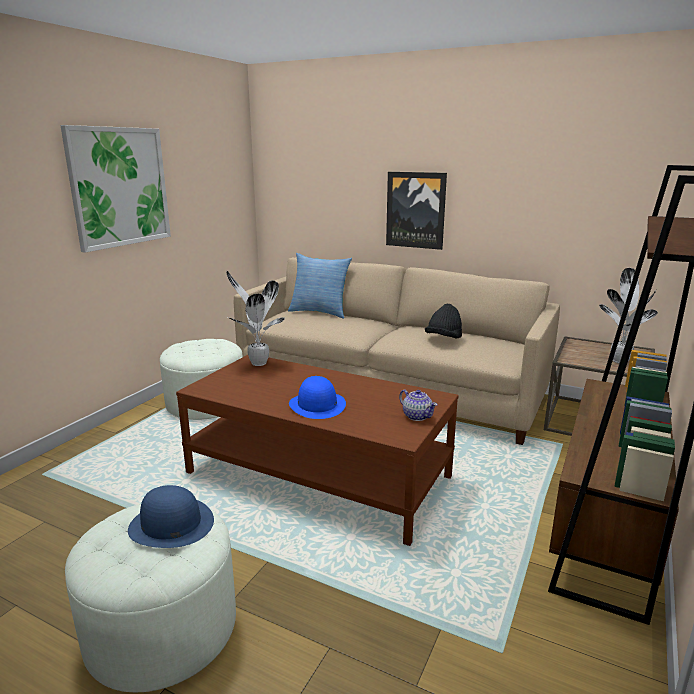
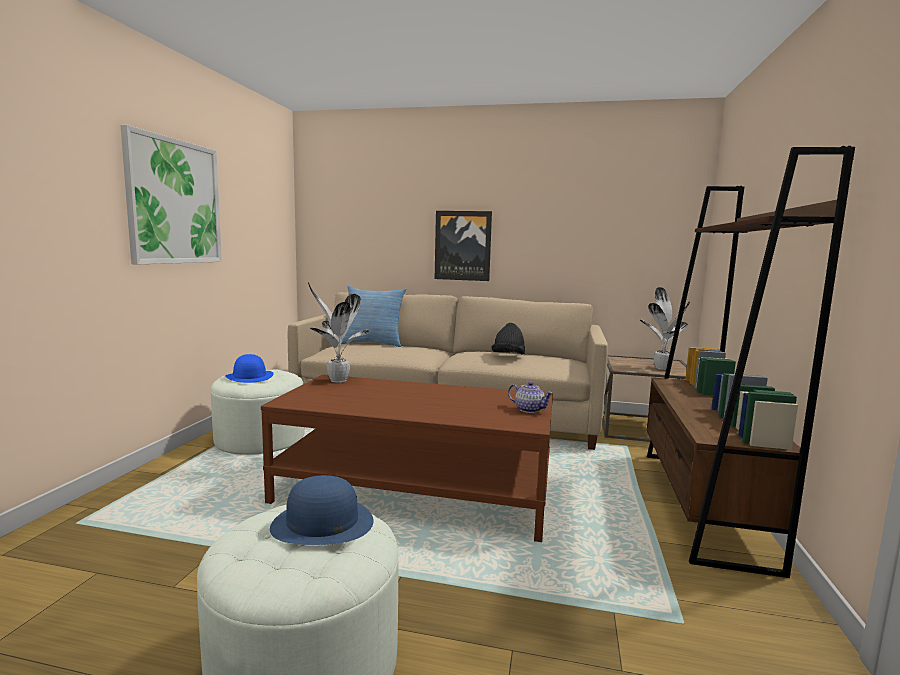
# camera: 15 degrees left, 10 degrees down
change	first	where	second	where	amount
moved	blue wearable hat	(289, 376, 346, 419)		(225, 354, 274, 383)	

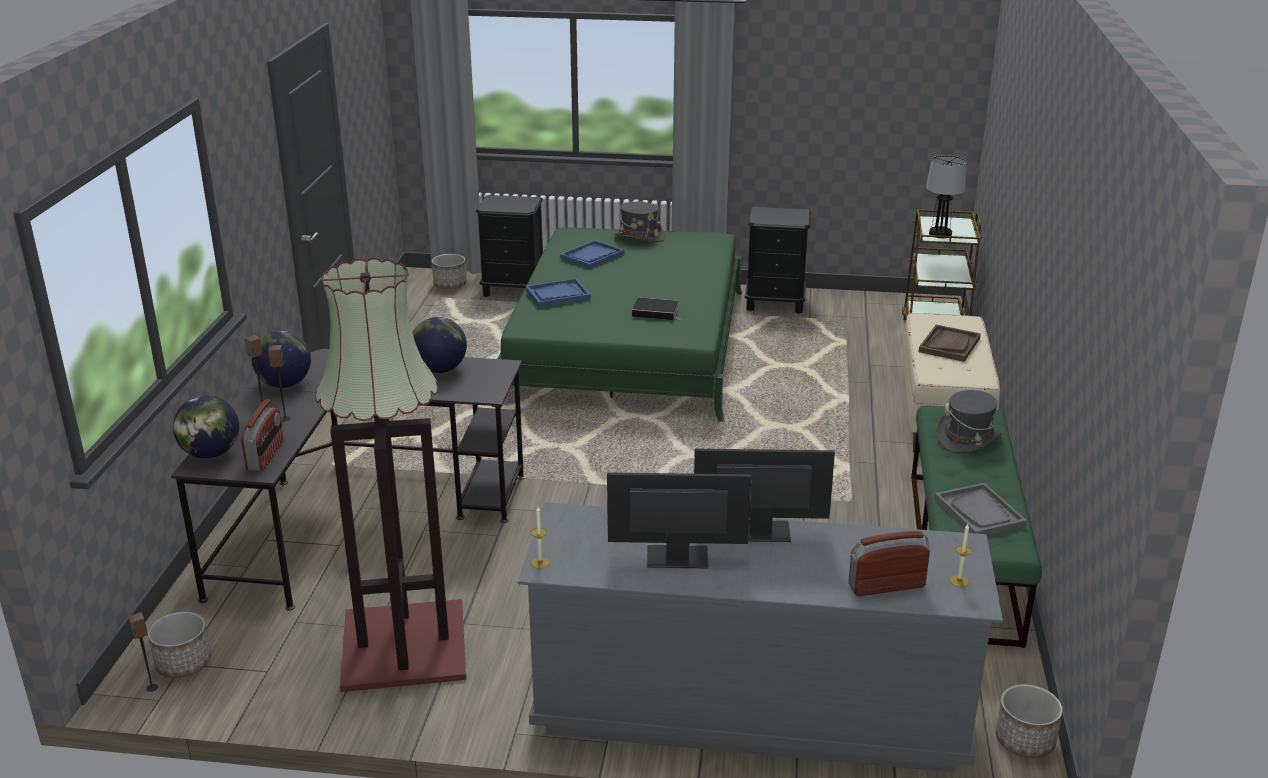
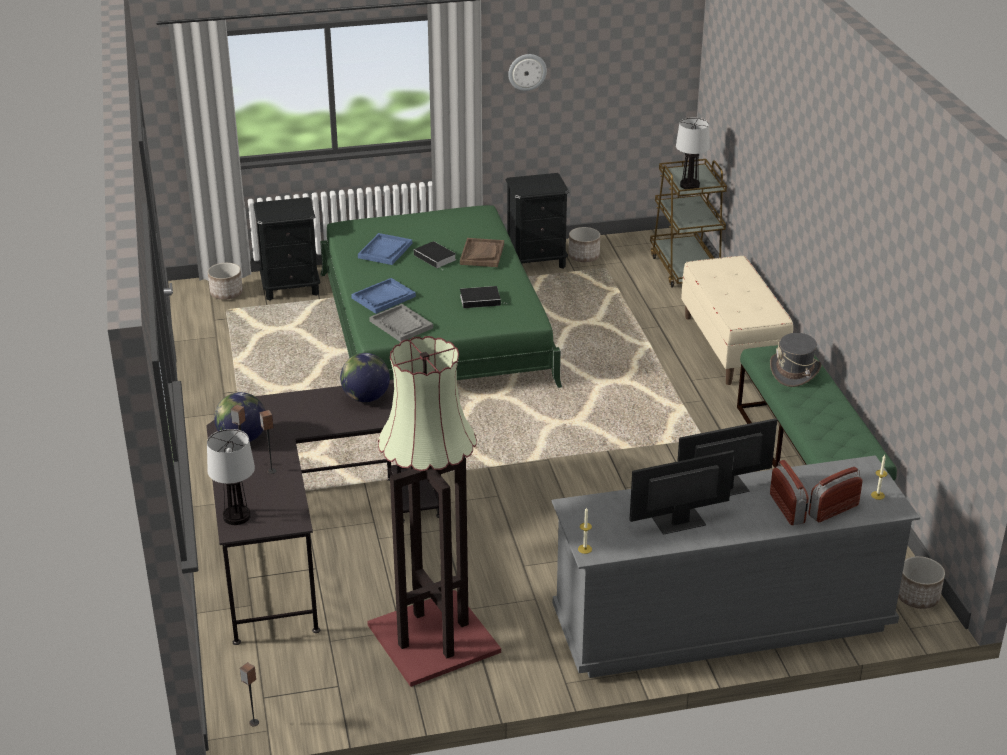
# camera: 20 degrees left, 5 degrees up
change	first	where	second	where	amount
moved	flower pot	(148, 612, 211, 678)		(568, 227, 600, 262)	
replaced	world globe	(173, 395, 239, 458)	lamp for a table	(207, 429, 255, 525)	
moved	radio set	(241, 399, 284, 471)		(770, 460, 809, 525)	
removed	gray wearable hat	(614, 202, 665, 242)			
moved	brown tray	(919, 324, 981, 362)		(460, 238, 504, 267)	
moved	gray tray	(934, 483, 1027, 535)		(369, 304, 433, 342)	
added			volume	(414, 241, 456, 270)	
added			hanging clock	(508, 54, 547, 91)	

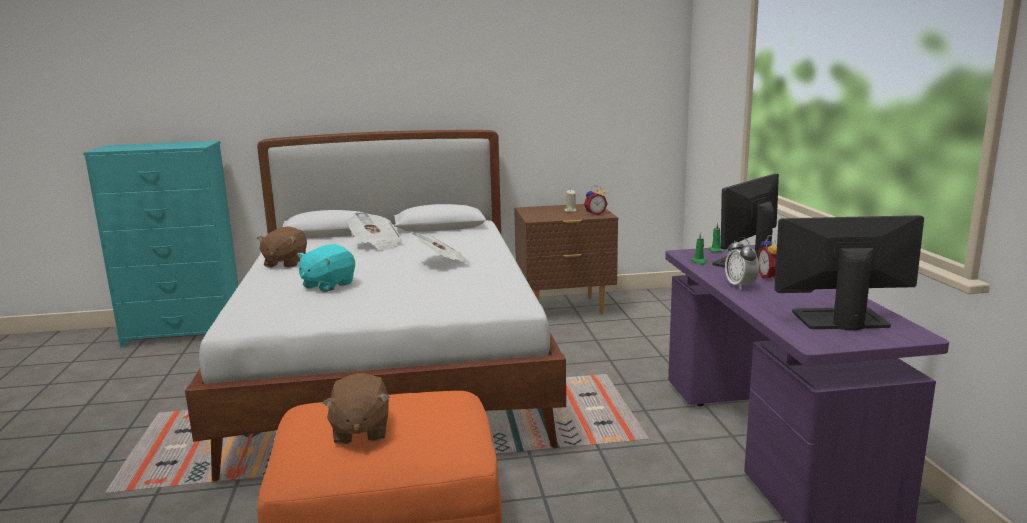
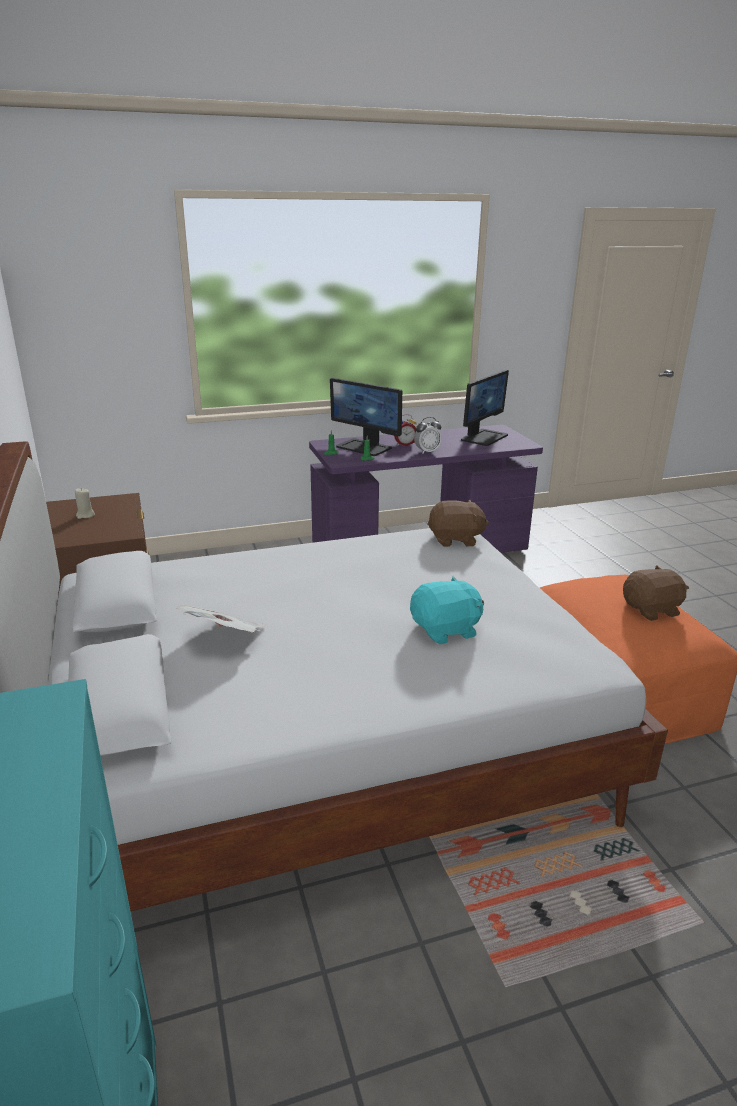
# camera: 100 degrees left, 10 degrees up
change	first	where	second	where	amount
moved	brown plush toy	(257, 226, 307, 268)		(427, 500, 489, 547)	
turned	blue-green plush toy	(297, 244, 355, 292)		(410, 576, 484, 644)	45 degrees counterclockwise
removed	printed paper	(410, 232, 472, 264)			
removed	bedside clock	(584, 185, 608, 215)			
turned	computer display	(774, 215, 924, 330)		(461, 370, 509, 446)	135 degrees counterclockwise

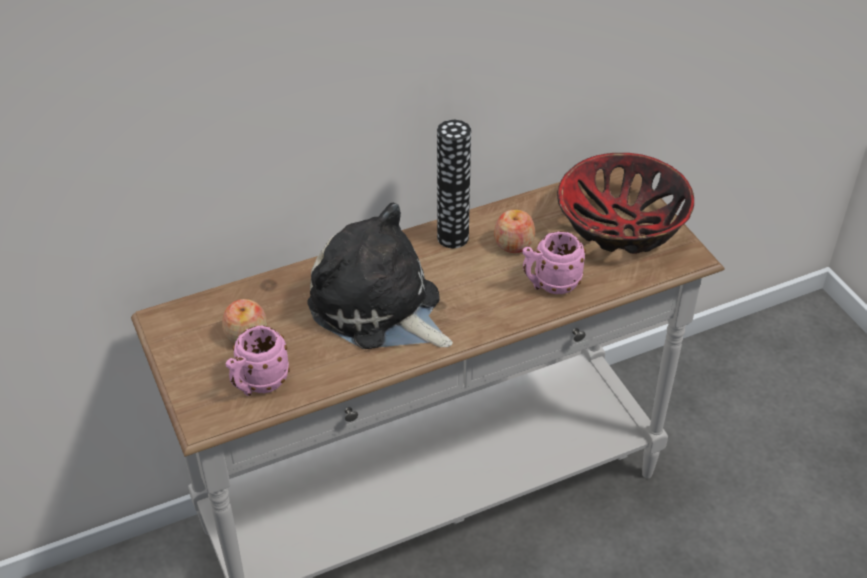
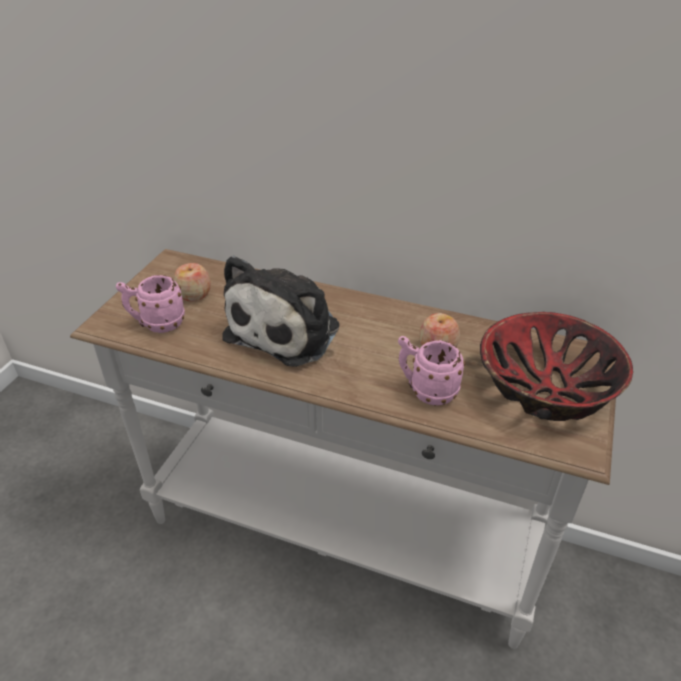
# camera: 45 degrees right, 5 degrees down
change	first	where	second	where	amount
turned	plush toy	(307, 203, 453, 349)		(222, 255, 339, 367)	150 degrees counterclockwise
removed	vase	(437, 120, 471, 248)			

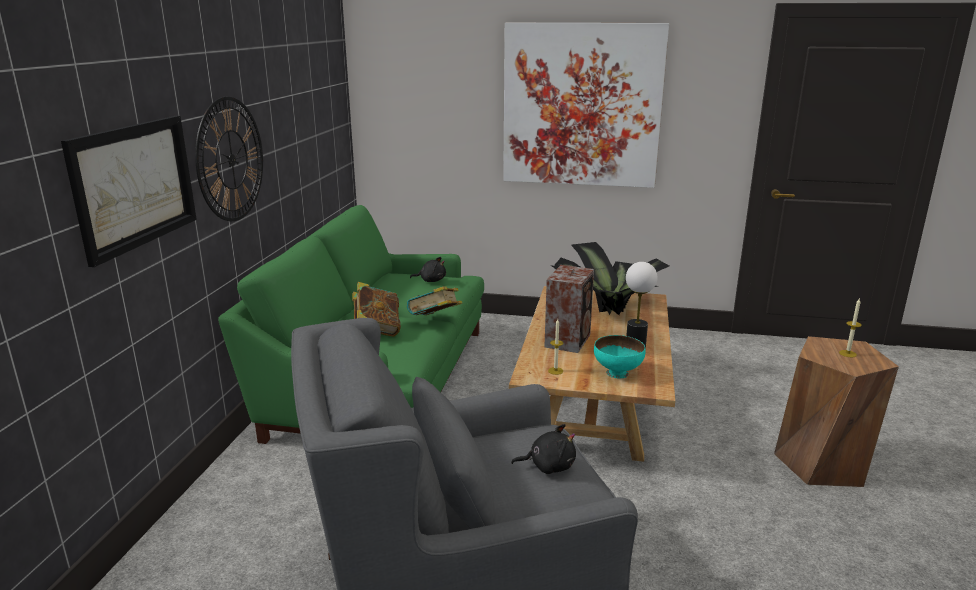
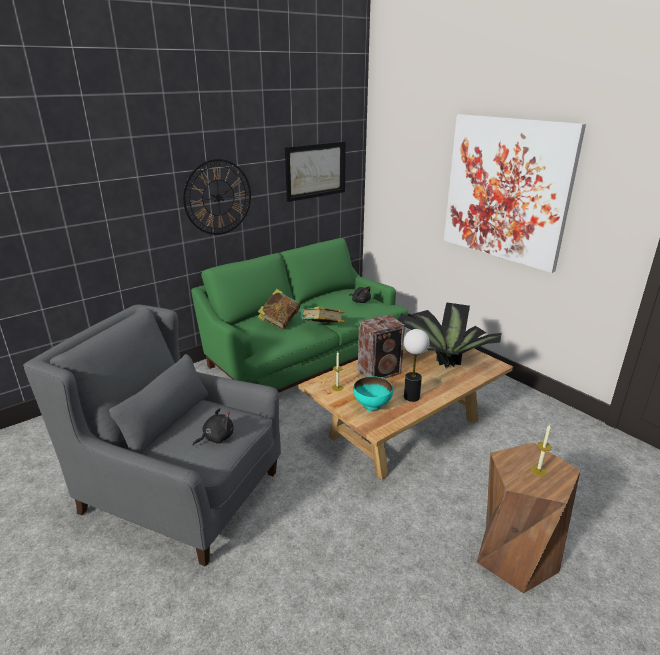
# camera: 40 degrees right, 5 degrees up
change	first	where	second	where	amount
moved	picture	(61, 116, 197, 267)		(285, 141, 346, 202)	
turned	black-coloured plush toy	(511, 424, 576, 474)		(192, 408, 234, 446)	75 degrees counterclockwise

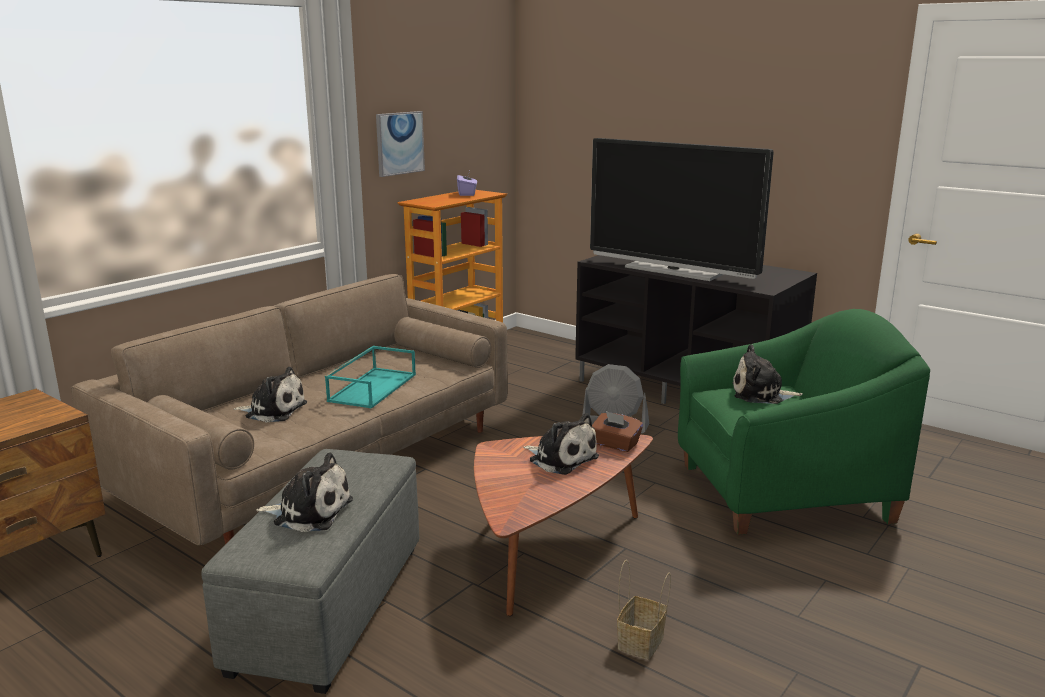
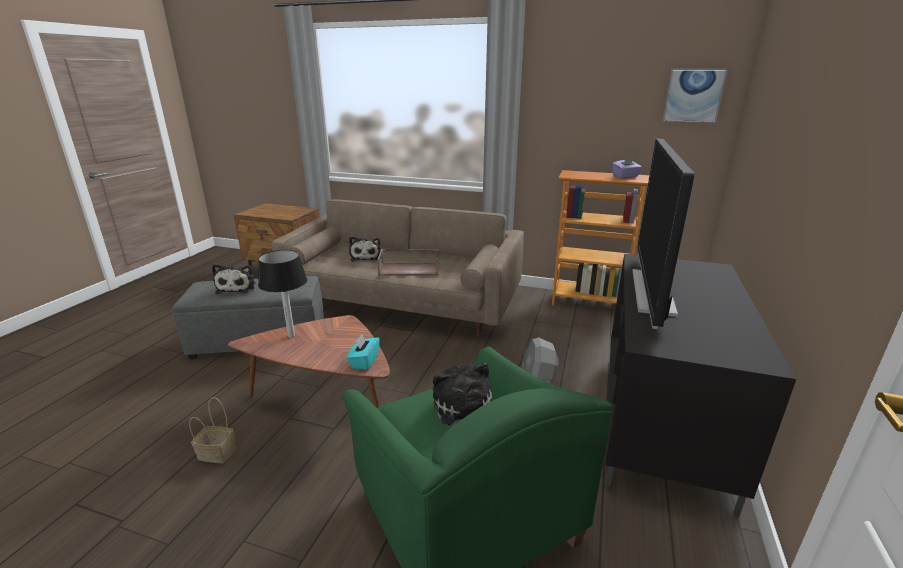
# camera: 70 degrees right, 5 degrees up
change	first	where	second	where	amount
recoloured	blue-green tray	(325, 346, 416, 409)	brown tray	(377, 249, 439, 276)	
moved	picture	(376, 111, 425, 177)		(662, 69, 727, 123)	
removed	plush toy	(523, 413, 599, 475)			
recoloured	brown tissue holder	(592, 411, 643, 452)	blue-green tissue holder	(346, 334, 380, 370)	
added			lamp for a table	(258, 250, 307, 338)	

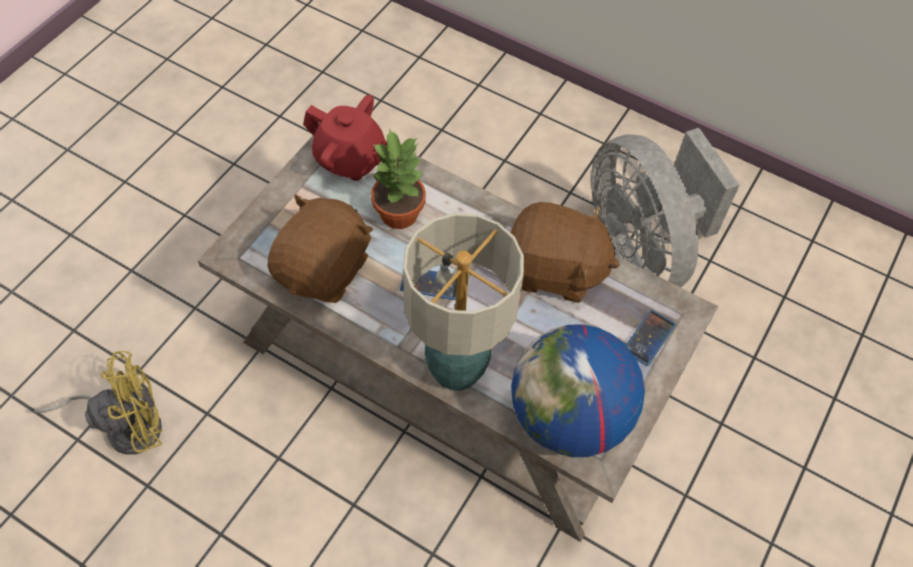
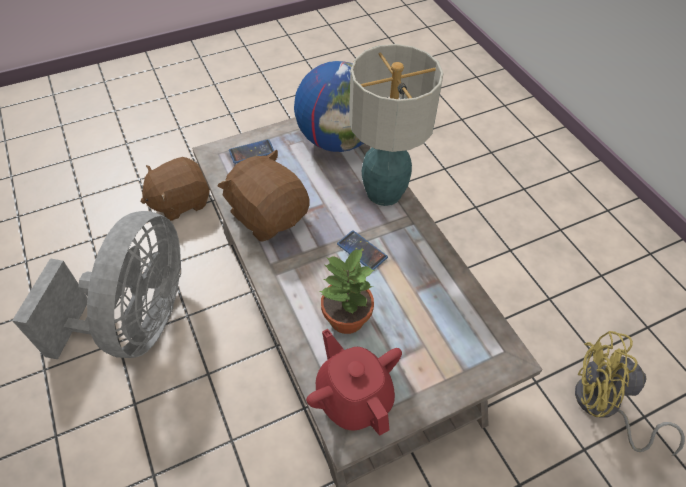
# camera: 145 degrees left, 5 degrees down
change	first	where	second	where	amount
moved	brown plush toy	(268, 195, 373, 303)		(141, 157, 210, 221)	

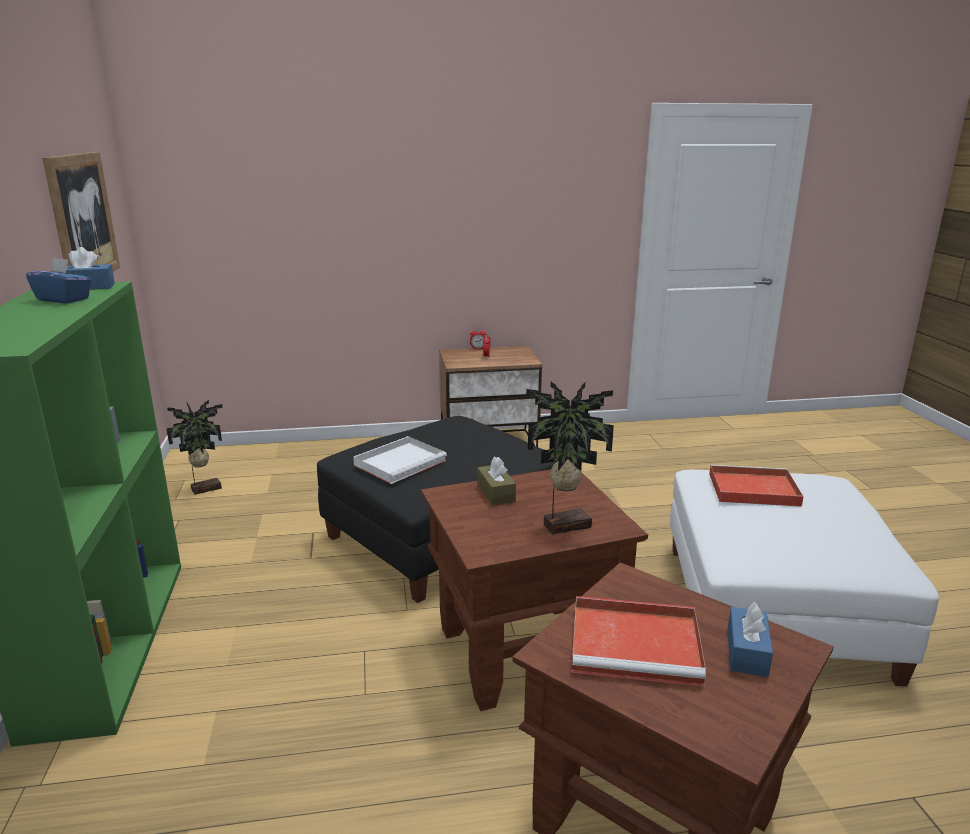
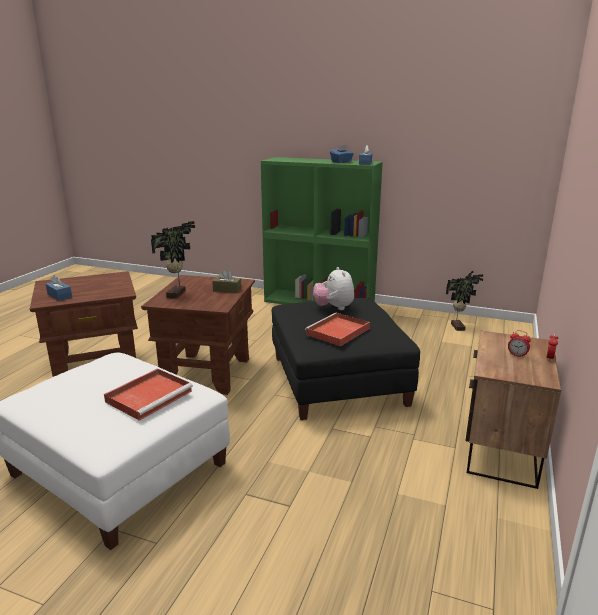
# camera: 120 degrees right, 0 degrees up
change	first	where	second	where	amount
removed	picture	(42, 152, 120, 272)			
replaced	white-coloured tray	(353, 436, 447, 484)	plush toy	(313, 267, 354, 310)	
moved	reddish tray	(572, 596, 706, 687)		(305, 312, 370, 346)	

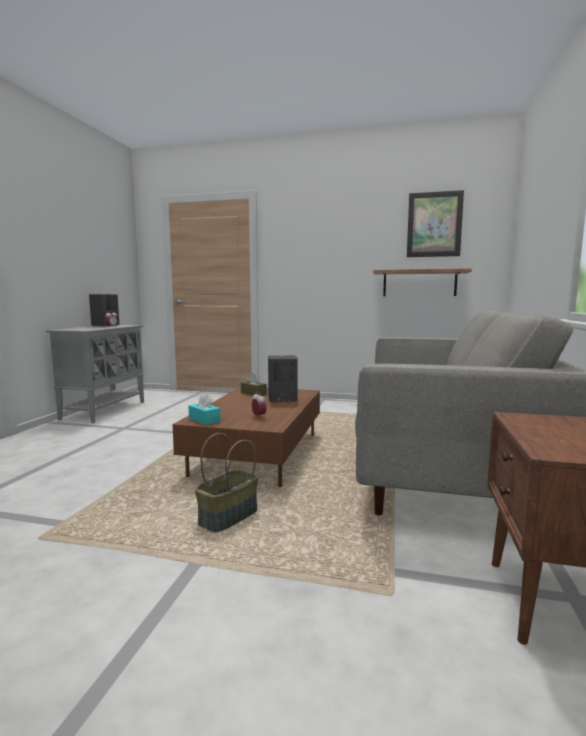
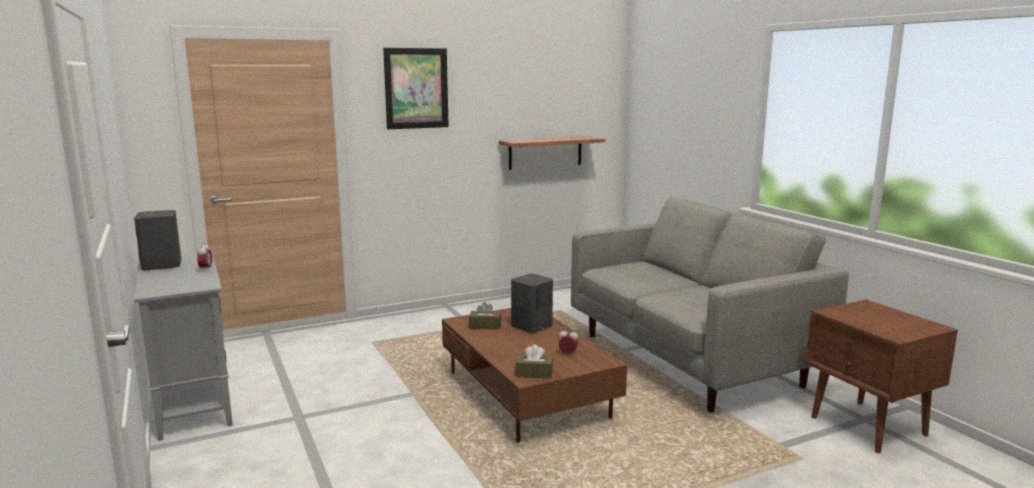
# camera: 40 degrees left, 5 degrees up
change	first	where	second	where	amount
recoloured	blue-green tissue holder	(188, 393, 221, 425)	brown tissue holder	(515, 345, 553, 379)	
removed	storage basket	(195, 433, 258, 532)			
moved	picture	(407, 190, 464, 257)		(383, 48, 449, 129)	

